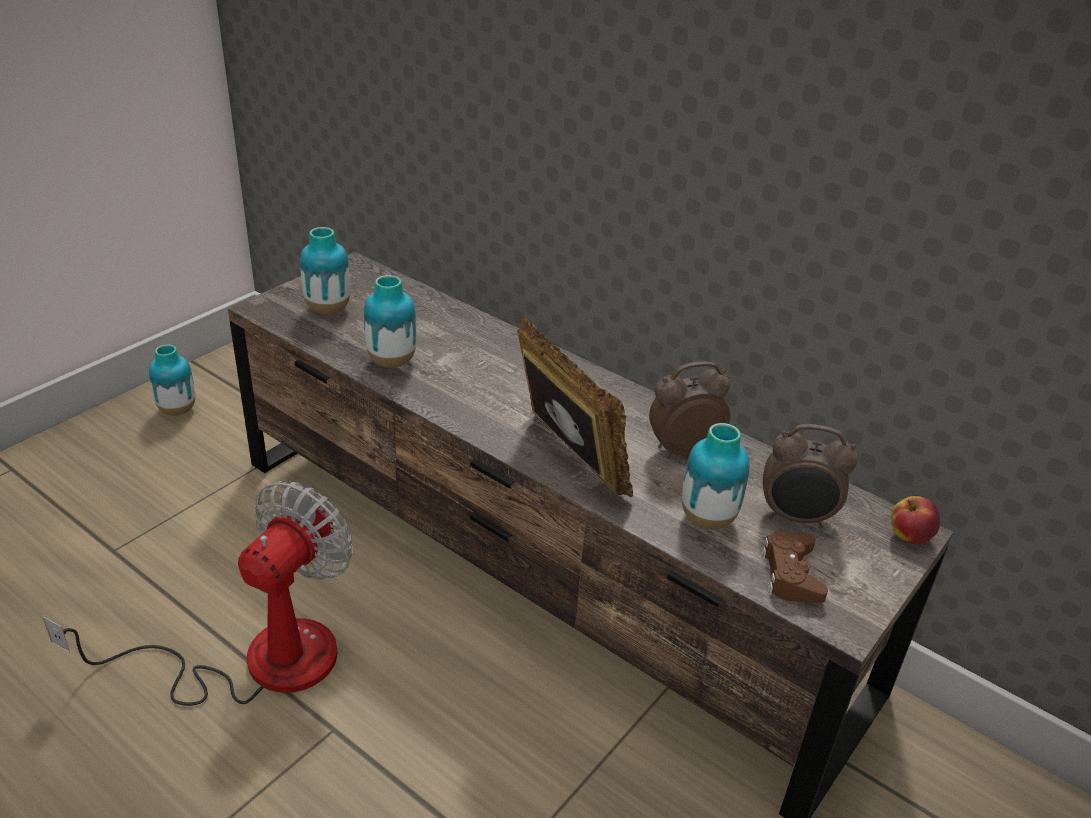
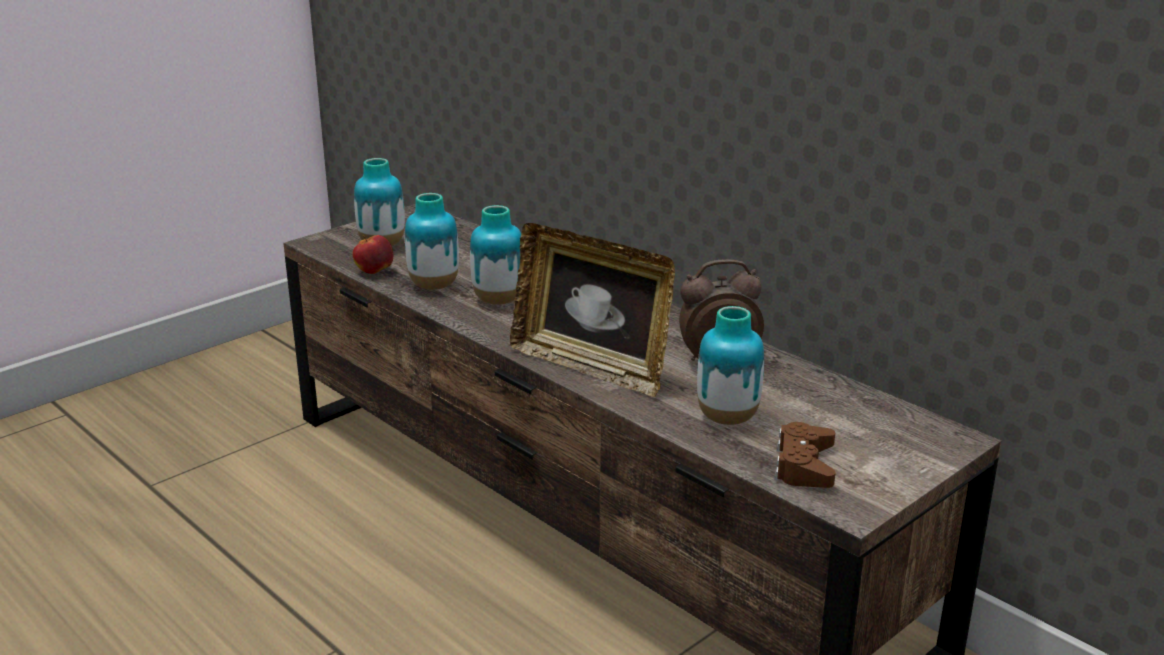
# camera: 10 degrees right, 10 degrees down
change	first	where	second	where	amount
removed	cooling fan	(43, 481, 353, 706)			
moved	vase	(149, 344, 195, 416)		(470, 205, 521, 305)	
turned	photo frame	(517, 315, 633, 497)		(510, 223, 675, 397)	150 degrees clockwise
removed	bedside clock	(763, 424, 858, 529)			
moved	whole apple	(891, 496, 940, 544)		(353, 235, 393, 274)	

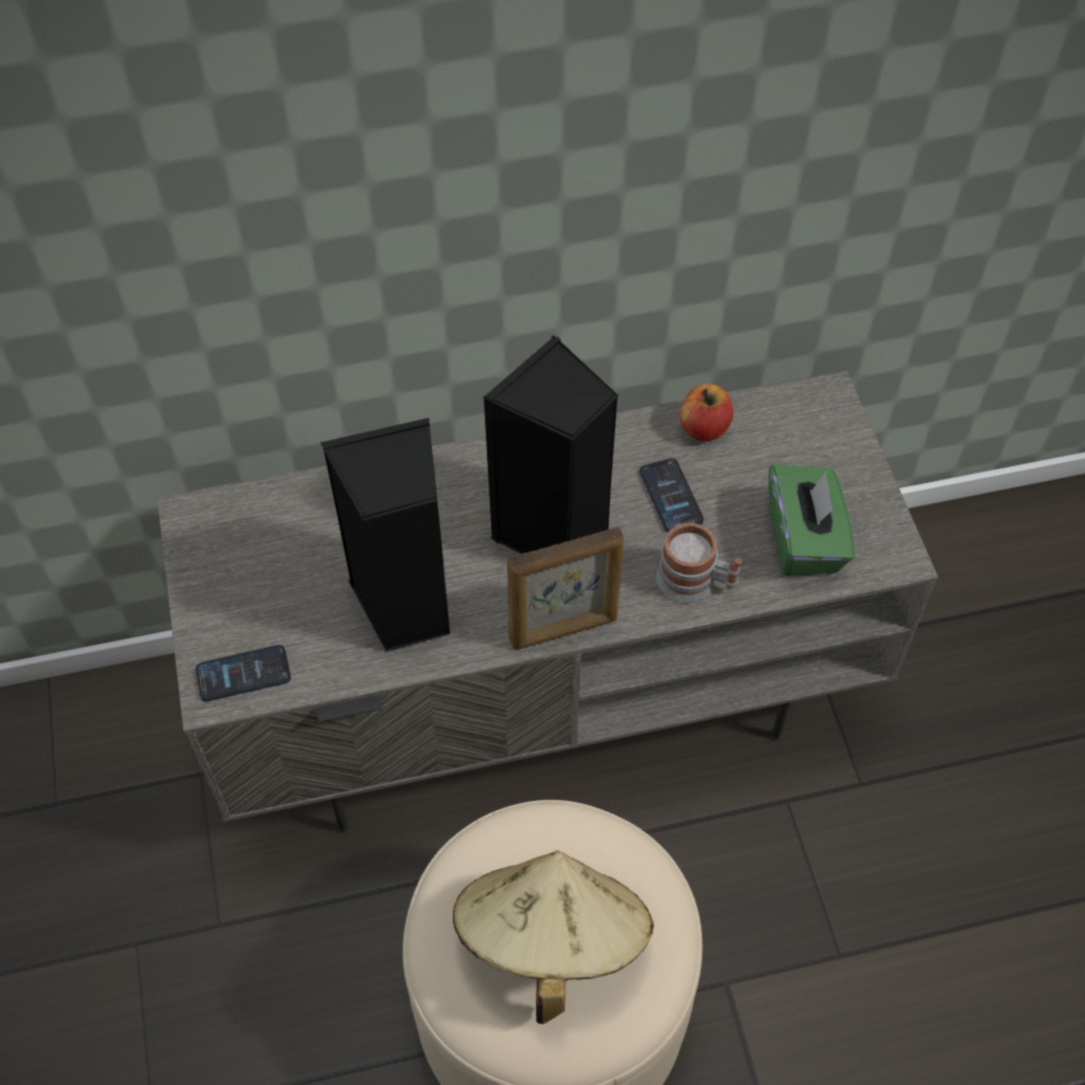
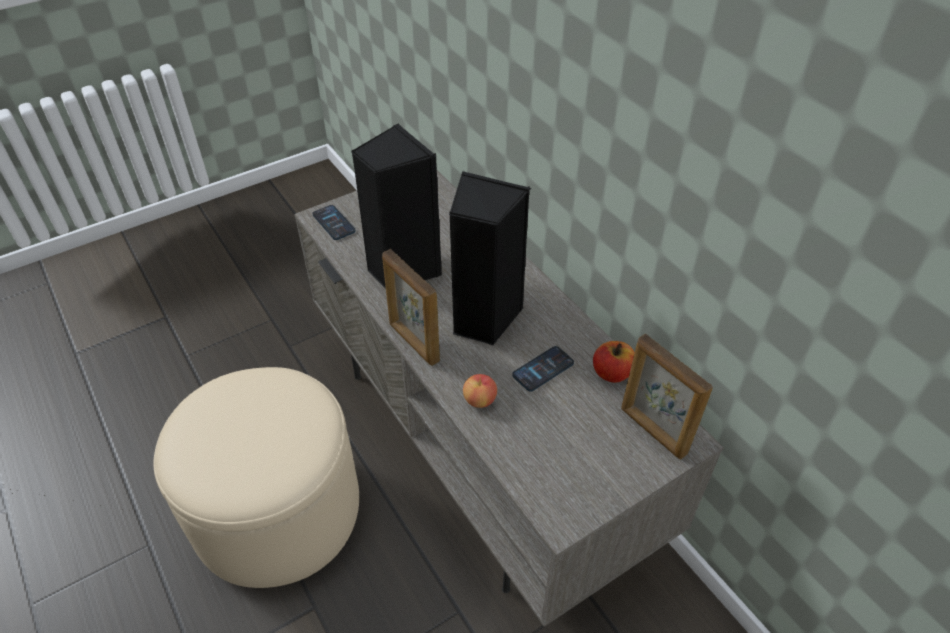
# camera: 70 degrees right, 10 degrees down
change	first	where	second	where	amount
removed	beige-coloured wearable hat	(453, 850, 654, 1024)			
replaced	coffee mug	(656, 522, 742, 603)	whole apple	(463, 374, 497, 408)	
removed	green tissue holder	(768, 464, 854, 576)			
added			photo frame	(621, 334, 713, 460)	

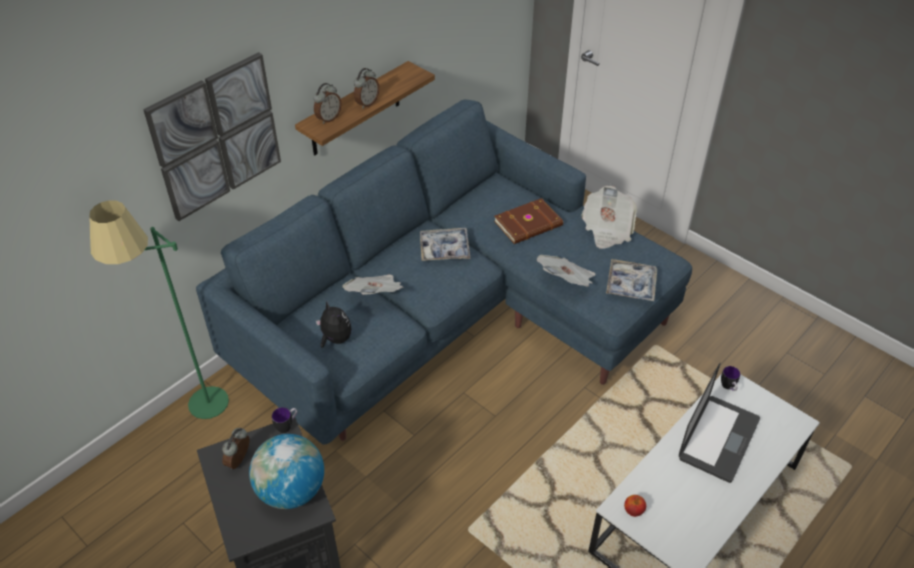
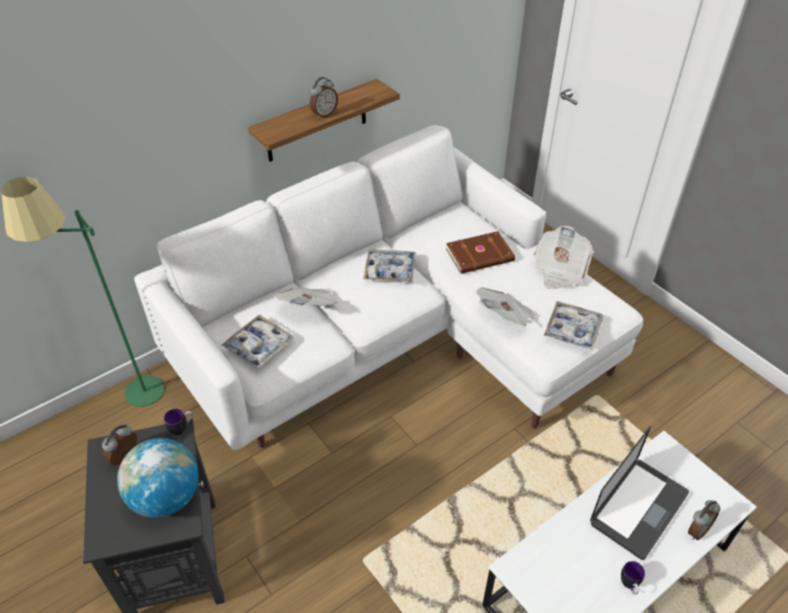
# camera: 10 degrees right, 0 degrees up
change	first	where	second	where	amount
removed	picture	(143, 52, 281, 221)			
recoloured	blue couch	(196, 99, 692, 445)	white-coloured couch	(134, 125, 643, 450)	
moved	bedside clock	(313, 83, 341, 124)		(688, 500, 720, 540)	
replaced	plush toy	(316, 301, 351, 348)	tray	(222, 314, 294, 369)	
removed	whole apple	(624, 495, 646, 517)			
moved	coffee mug	(721, 366, 740, 391)		(621, 561, 645, 595)	

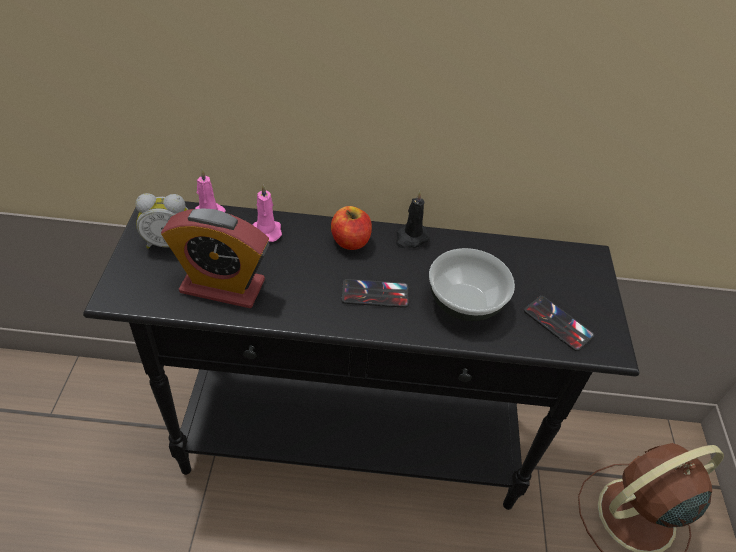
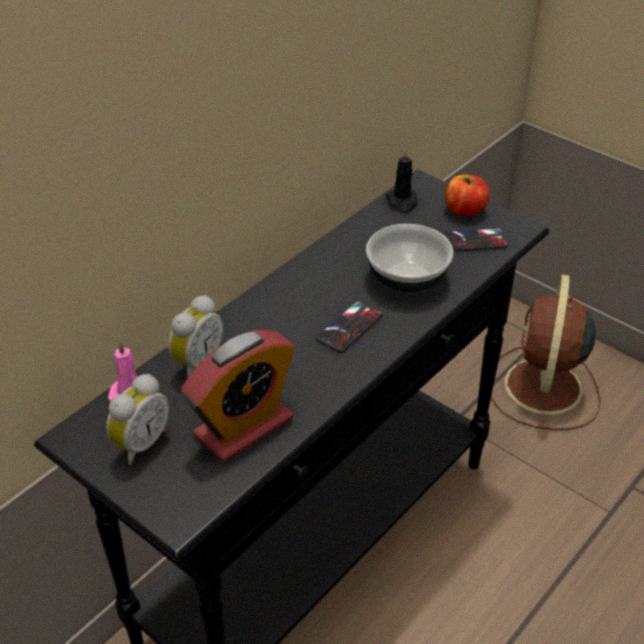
# camera: 50 degrees left, 5 degrees down
change	first	where	second	where	amount
replaced	pink-coloured wax light	(253, 184, 282, 242)	bedside clock	(168, 295, 224, 378)	
moved	whole apple	(331, 206, 372, 250)		(445, 174, 489, 217)	
moved	black-coloured wax light	(396, 191, 430, 248)		(386, 148, 418, 213)	

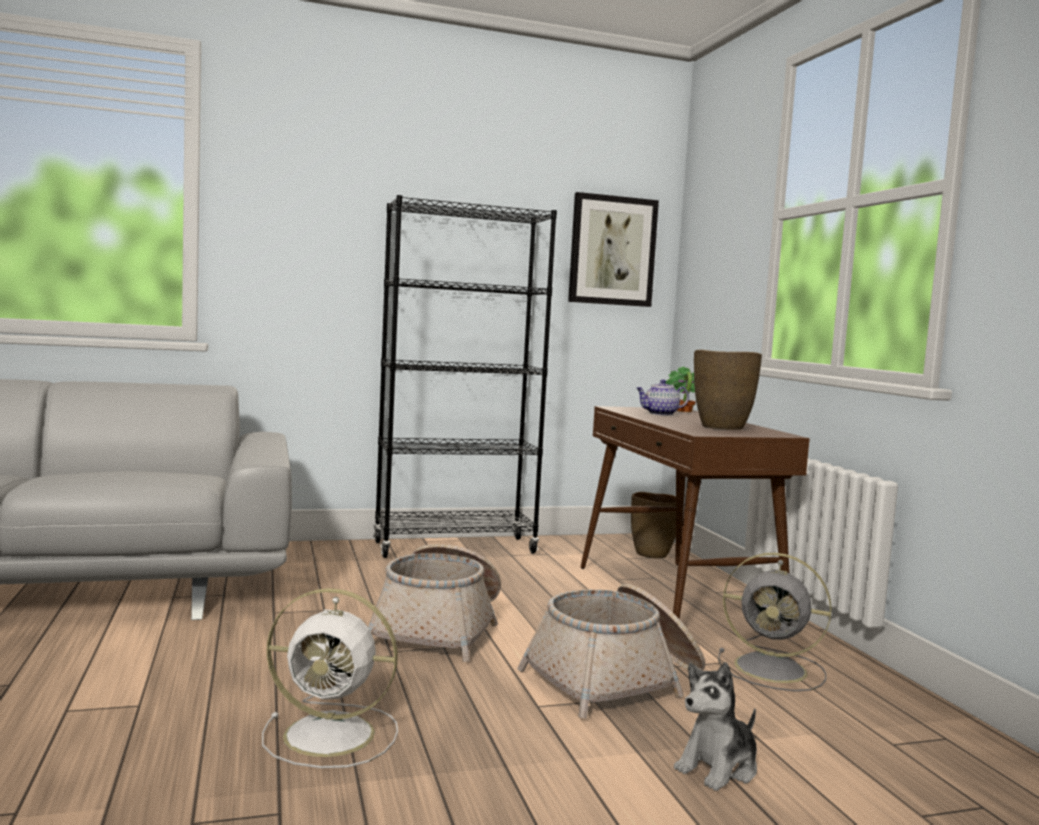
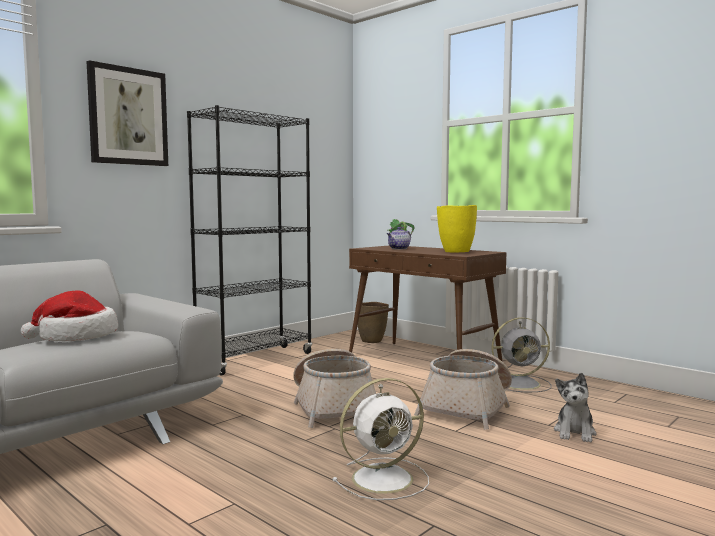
# camera: 30 degrees left, 0 degrees up
change	first	where	second	where	amount
moved	picture	(568, 192, 659, 307)		(86, 60, 168, 166)	
recoloured	brown vase	(694, 350, 762, 430)	yellow-coloured vase	(437, 205, 477, 252)	
added			wearable hat	(21, 290, 118, 341)	

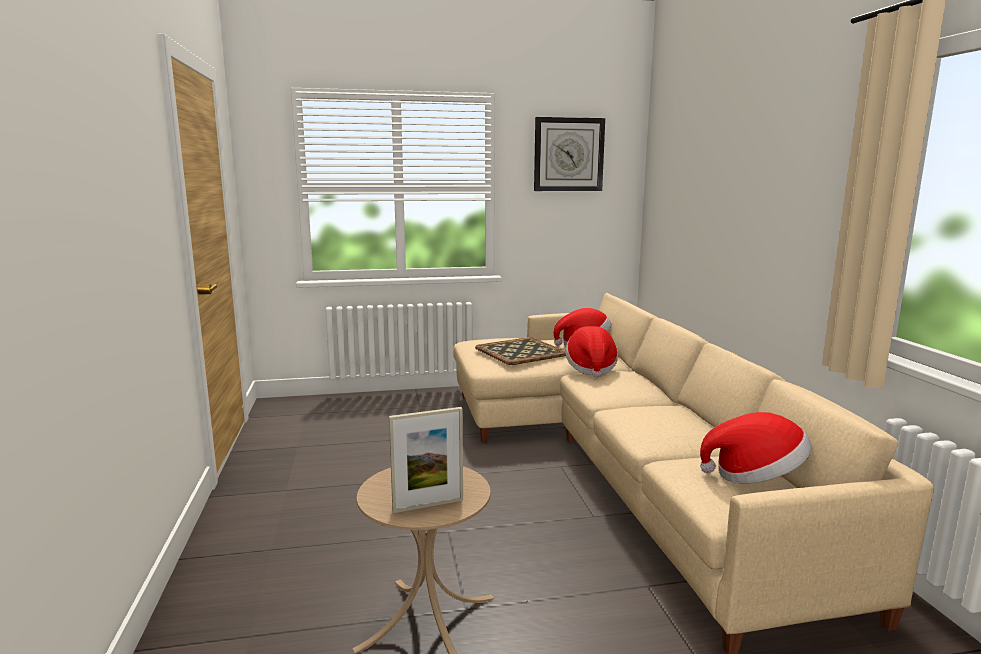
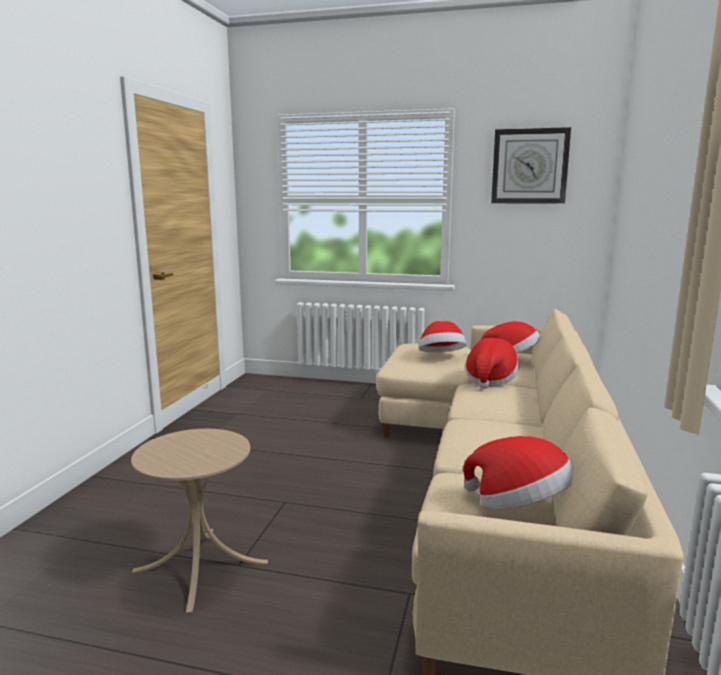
# camera: 25 degrees right, 0 degrees up
change	first	where	second	where	amount
removed	photo frame	(389, 407, 463, 513)			
replaced	tray	(475, 337, 566, 365)	wearable hat	(419, 321, 466, 352)	

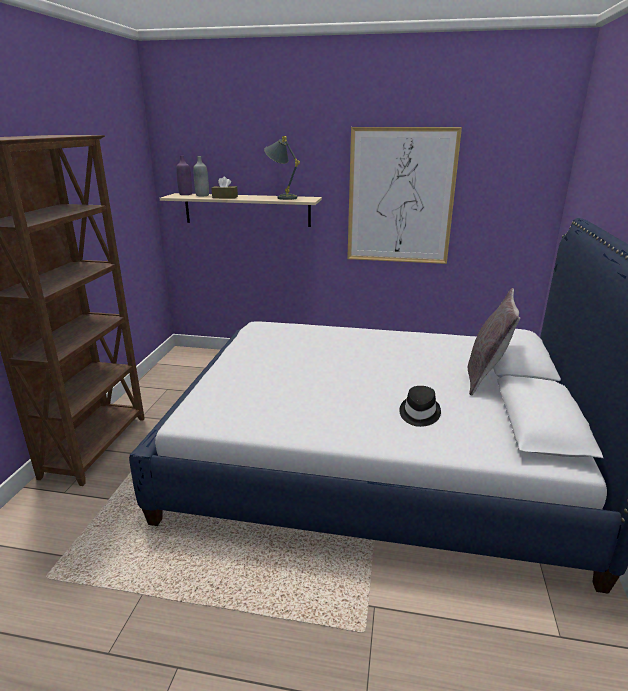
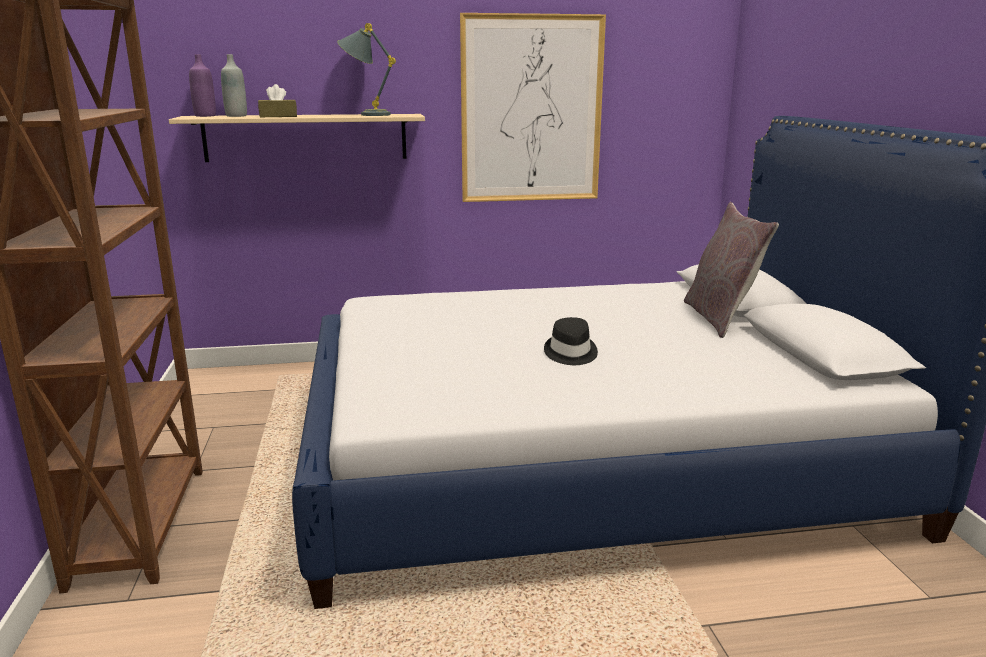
# camera: 20 degrees left, 5 degrees down
change	first	where	second	where	amount
moved	black-coloured wearable hat	(399, 386, 441, 427)		(544, 317, 598, 365)	

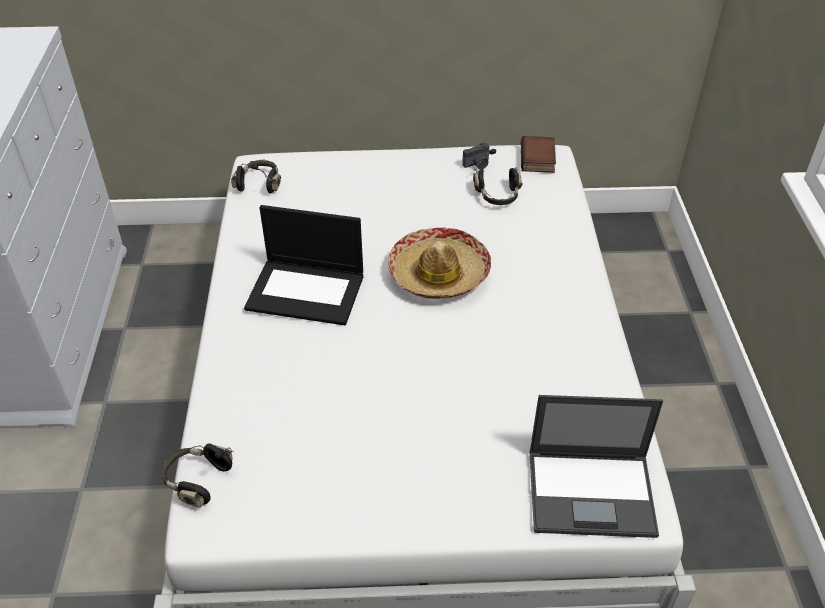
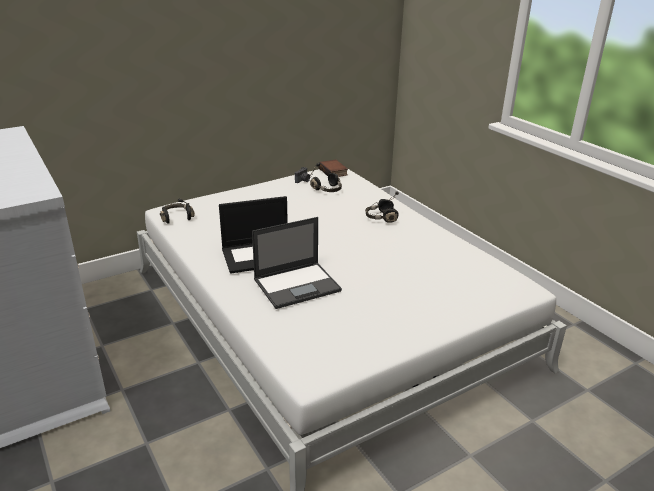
# camera: 30 degrees left, 15 degrees down
change	first	where	second	where	amount
moved	black-coloured headset	(161, 443, 233, 508)		(365, 191, 399, 223)	
removed	wearable hat	(388, 227, 491, 299)			
moved	laptop	(529, 395, 663, 538)		(252, 217, 342, 309)	

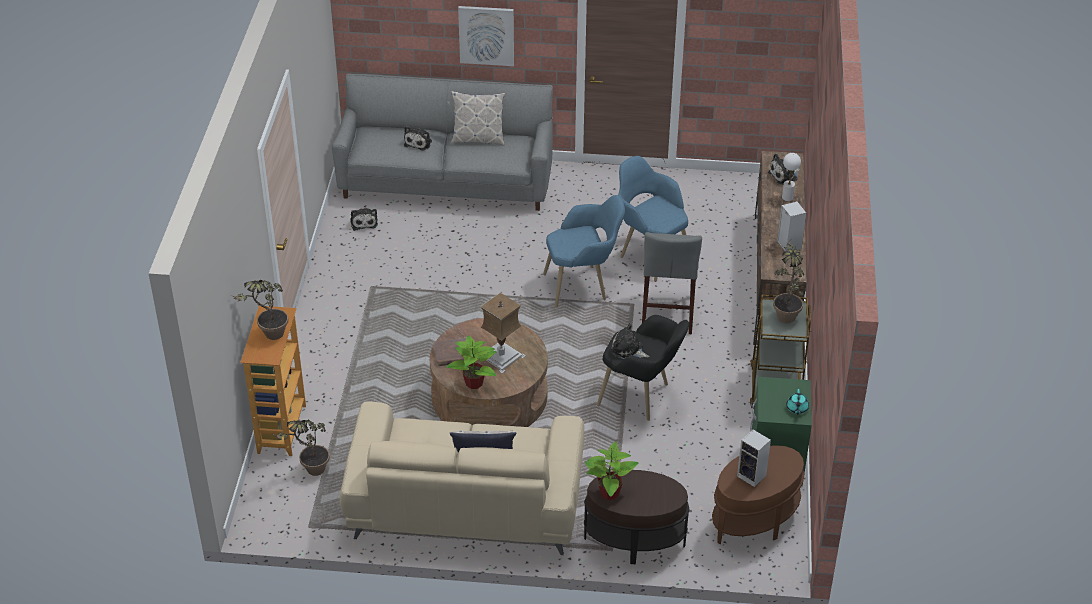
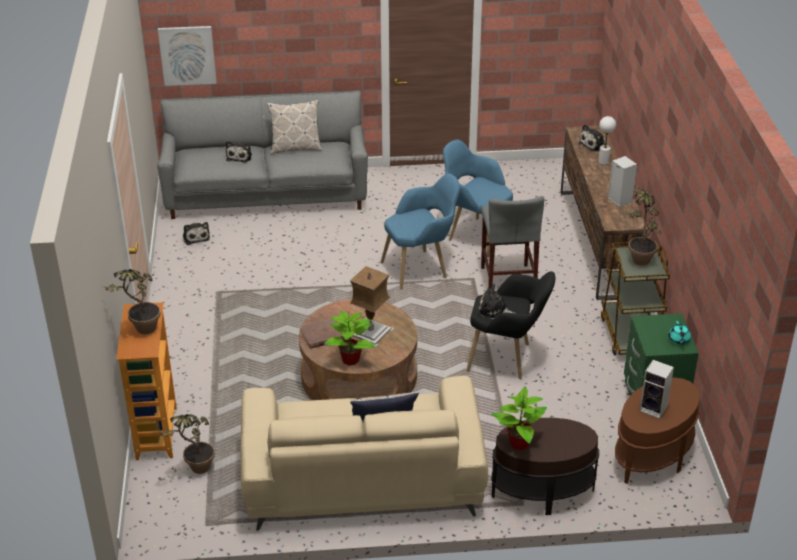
# camera: 10 degrees left, 5 degrees down
change	first	where	second	where	amount
moved	picture	(458, 6, 514, 66)		(158, 26, 217, 86)	

